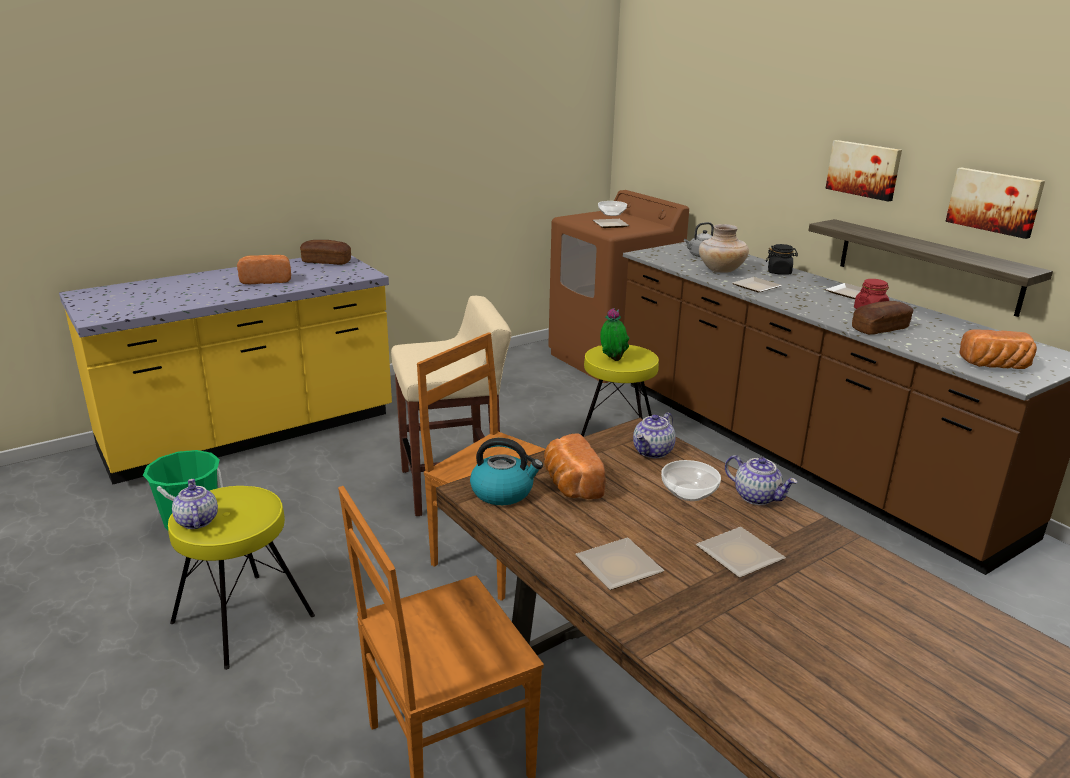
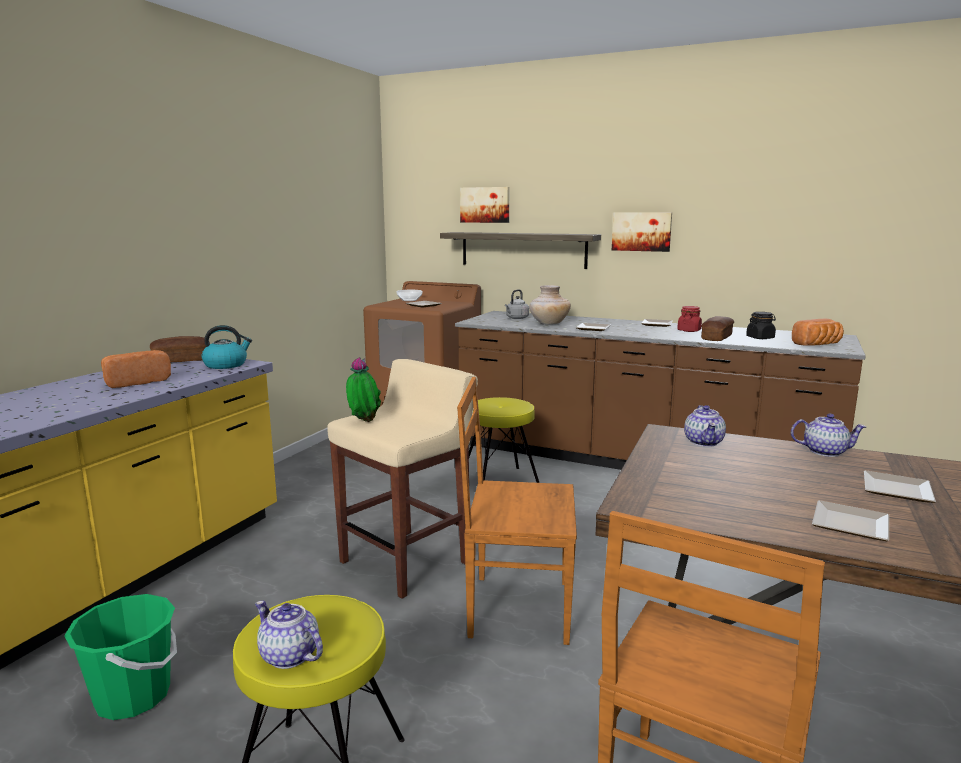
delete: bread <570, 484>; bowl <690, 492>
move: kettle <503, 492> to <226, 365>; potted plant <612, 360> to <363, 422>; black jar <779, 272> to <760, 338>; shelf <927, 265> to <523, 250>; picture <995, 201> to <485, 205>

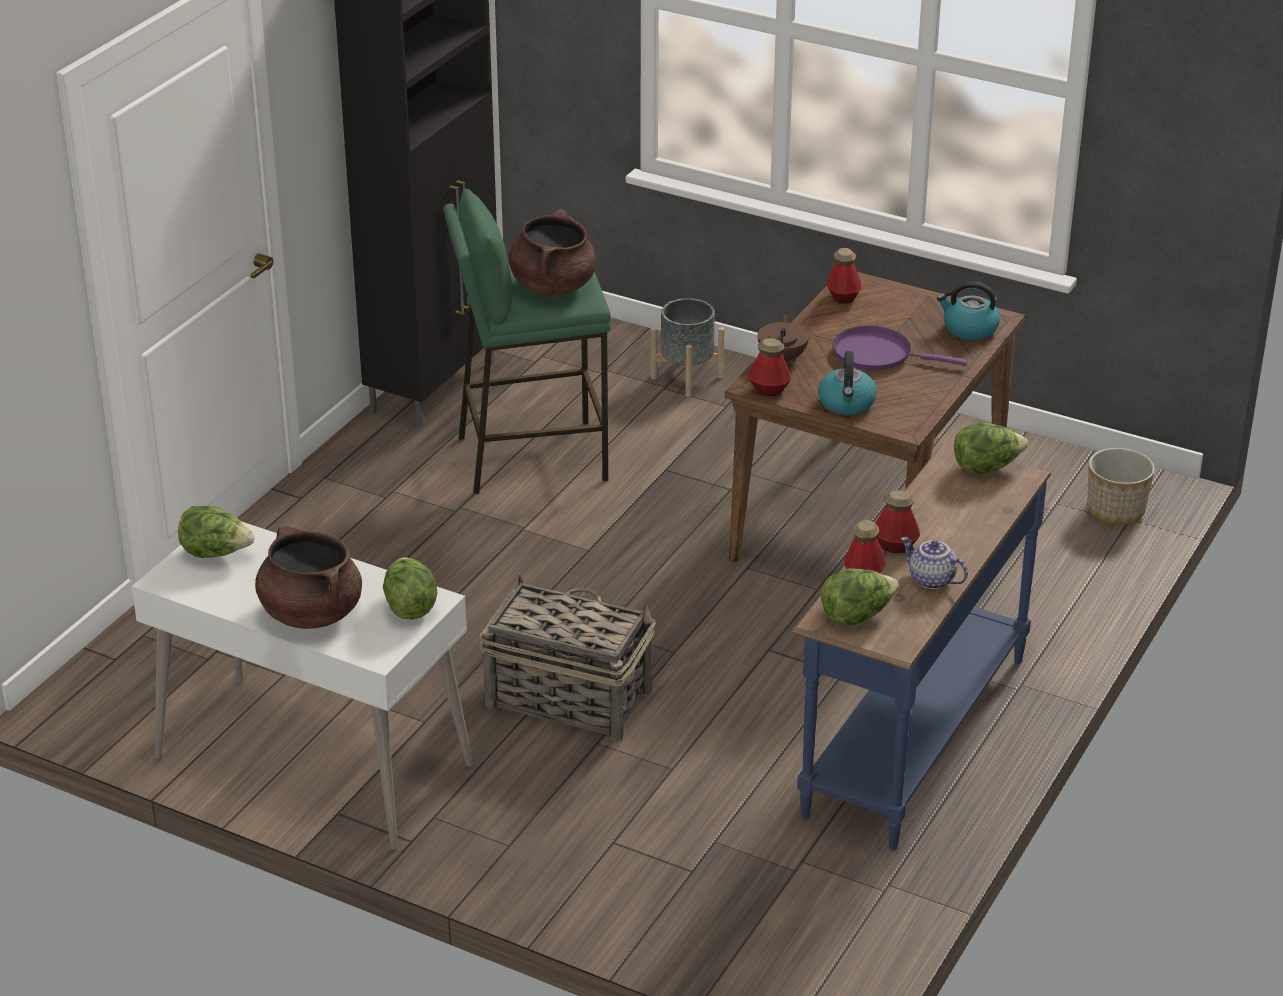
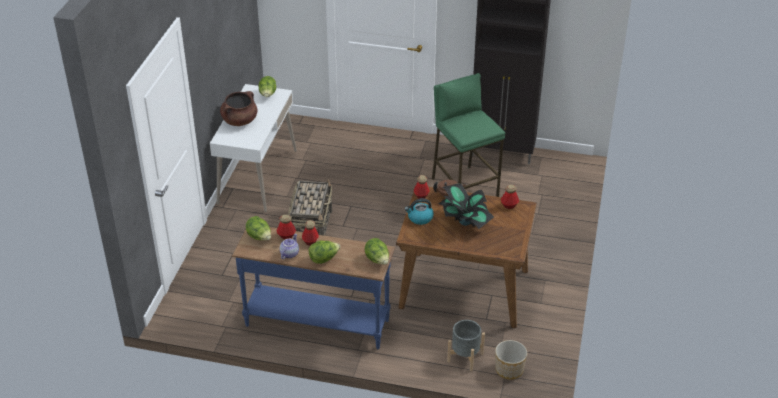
delete: brown cooking pot <553, 286>; kettle <969, 329>
move: lettuce <410, 606> to <324, 259>; grey planter <687, 377> to <465, 357>
replace: purple frying pan <877, 354> to potted plant <464, 221>

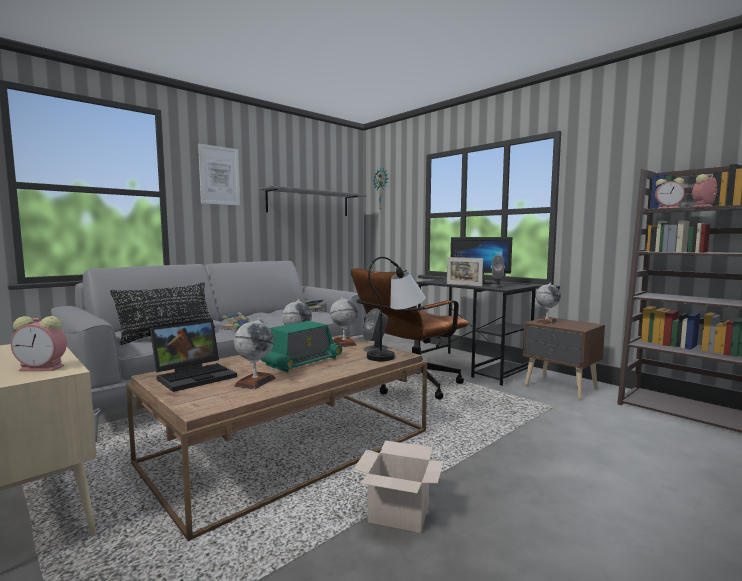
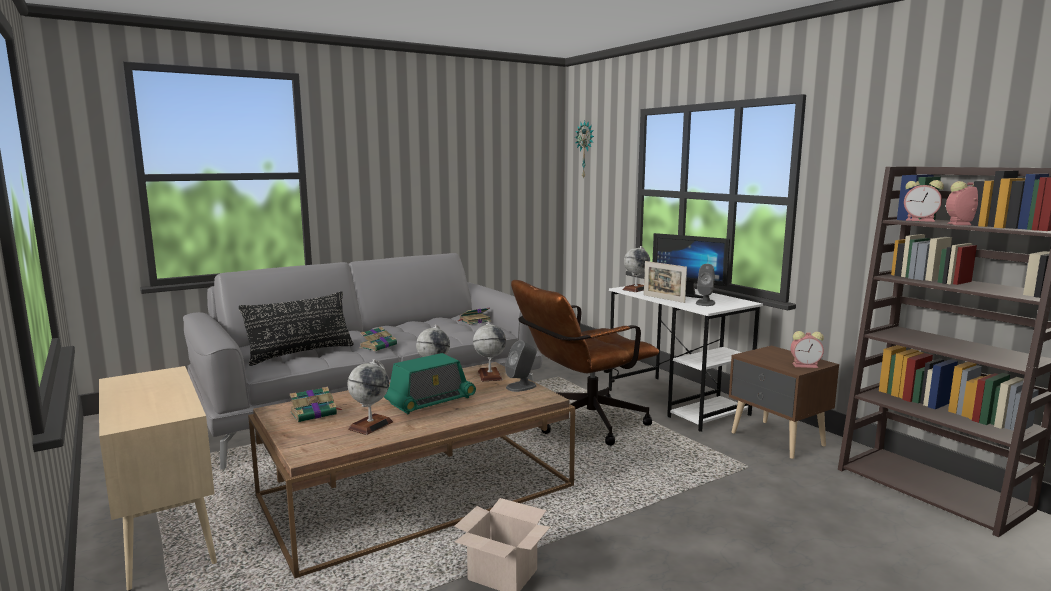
delete: picture <219, 175>; grey shelf <309, 203>; table lamp <397, 354>
move: alarm clock <43, 368> to <806, 365>; globe <546, 321> to <636, 289>
replace: laptop <196, 376> to book <315, 413>
recolor: black desk <473, 367> to white desk <677, 402>

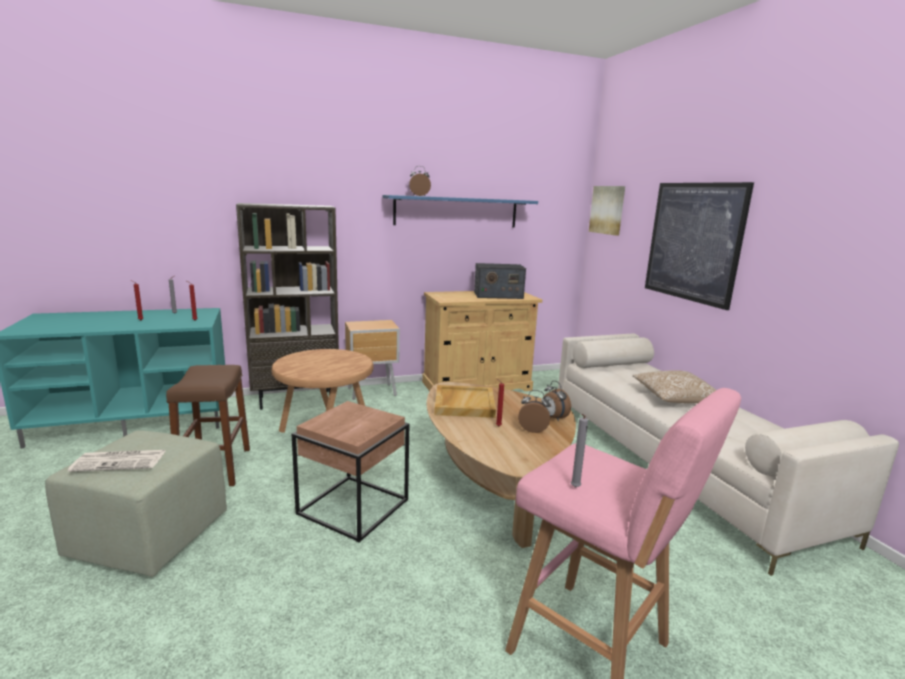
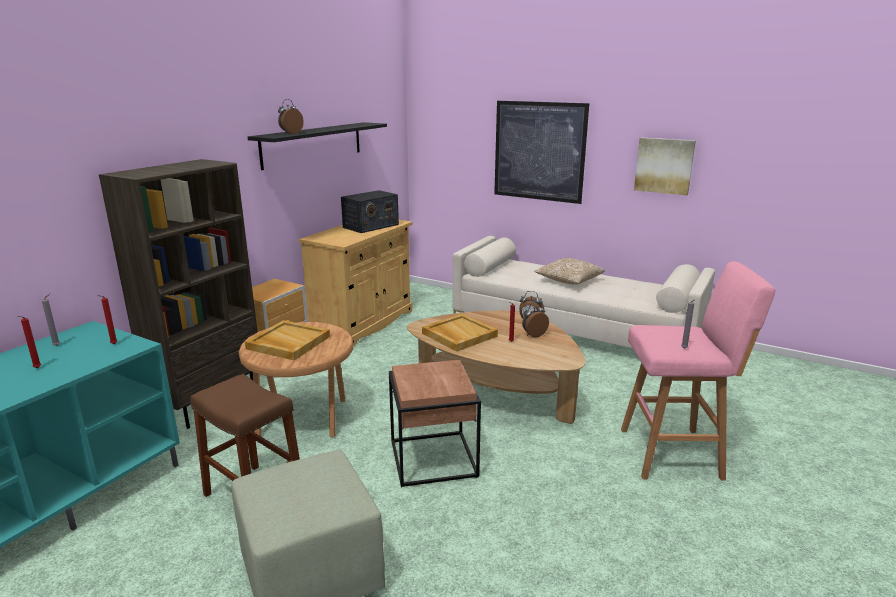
delete: newspaper <121, 461>
insert: beige tray <288, 343>
move: picture <607, 210> to <664, 165>
recolor: blue shelf <456, 212> to black shelf <313, 144>

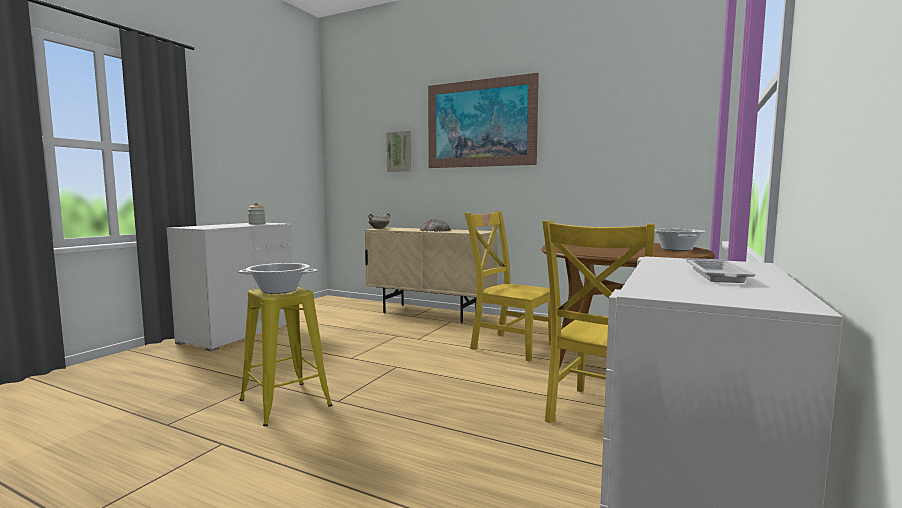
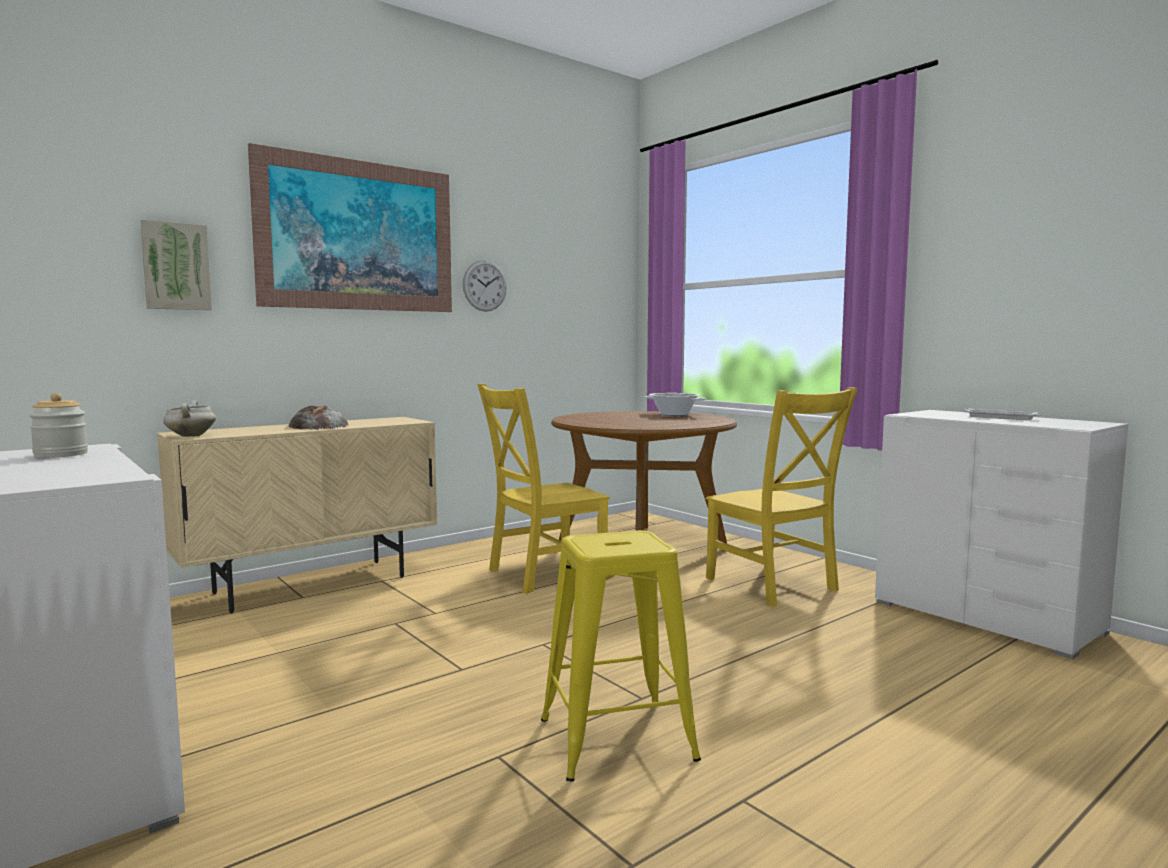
delete: cooking pot <279, 290>
insert: wall clock <485, 285>

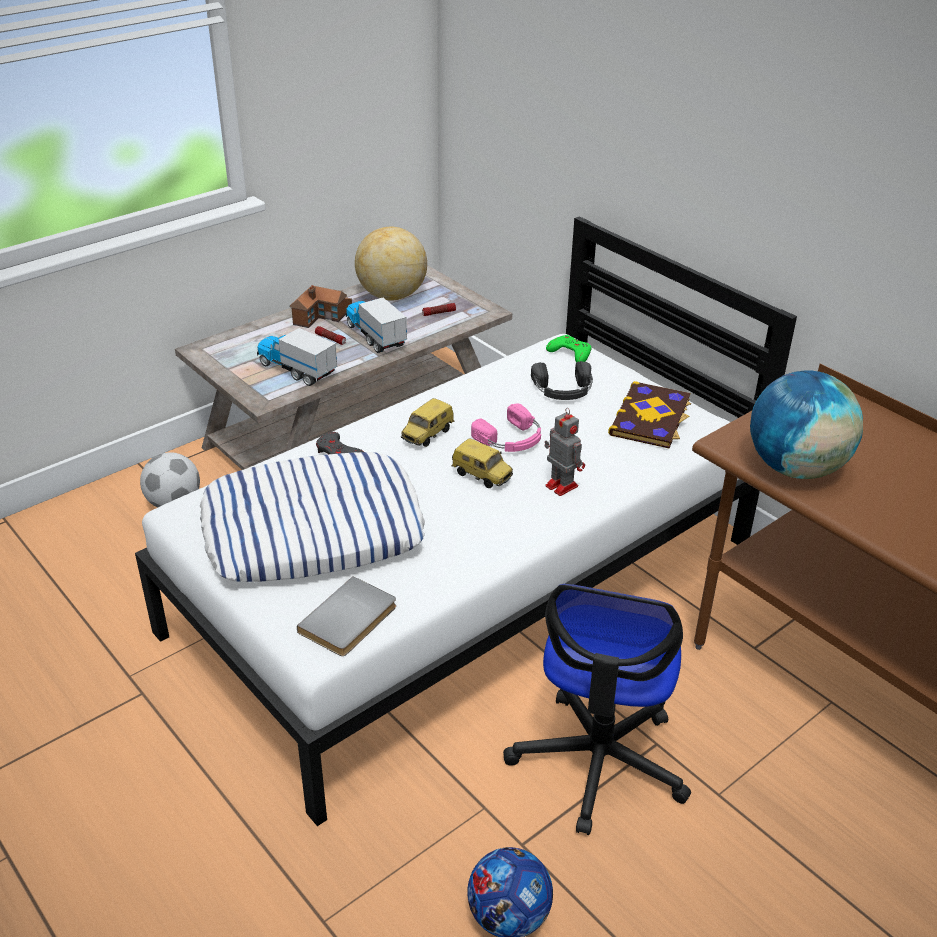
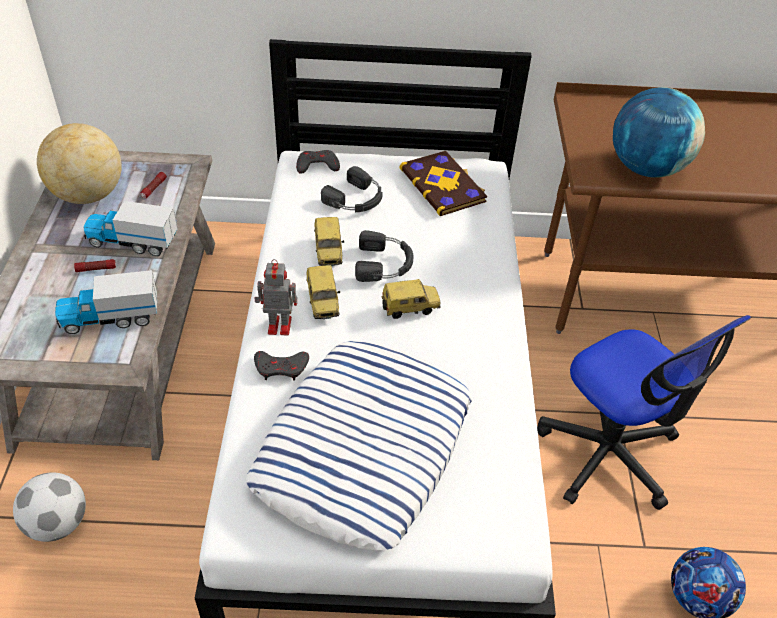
delete: toy house <322, 316>; grey book <350, 620>
insert: toy car <329, 252>
move: toy robot <560, 485> to <278, 325>
recolor: pink headphones <511, 439> to black headphones <384, 263>; green game controller <570, 353> to grey game controller <317, 165>

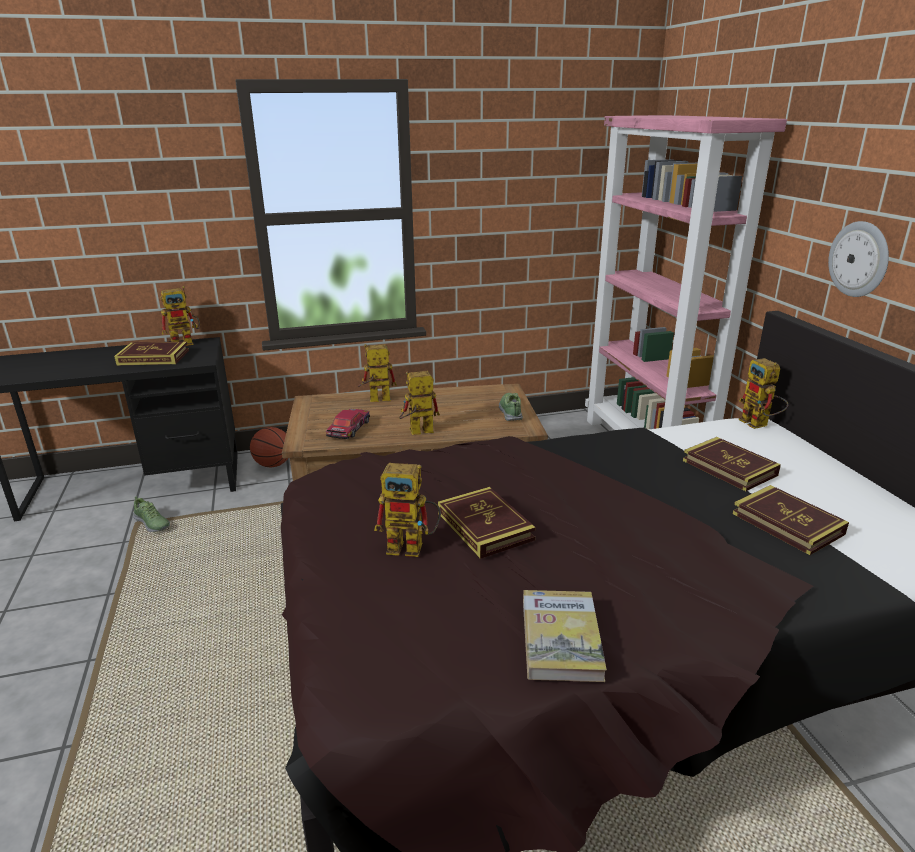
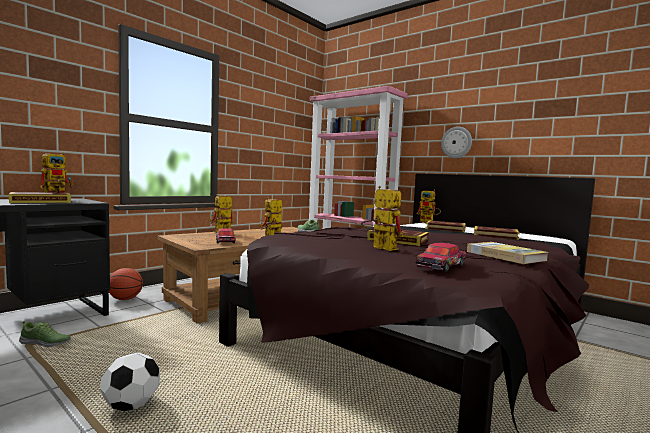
insert: football <131, 406>; toy car <441, 265>
rotate: toy robot <413, 547> = <379, 247> 105 degrees counterclockwise

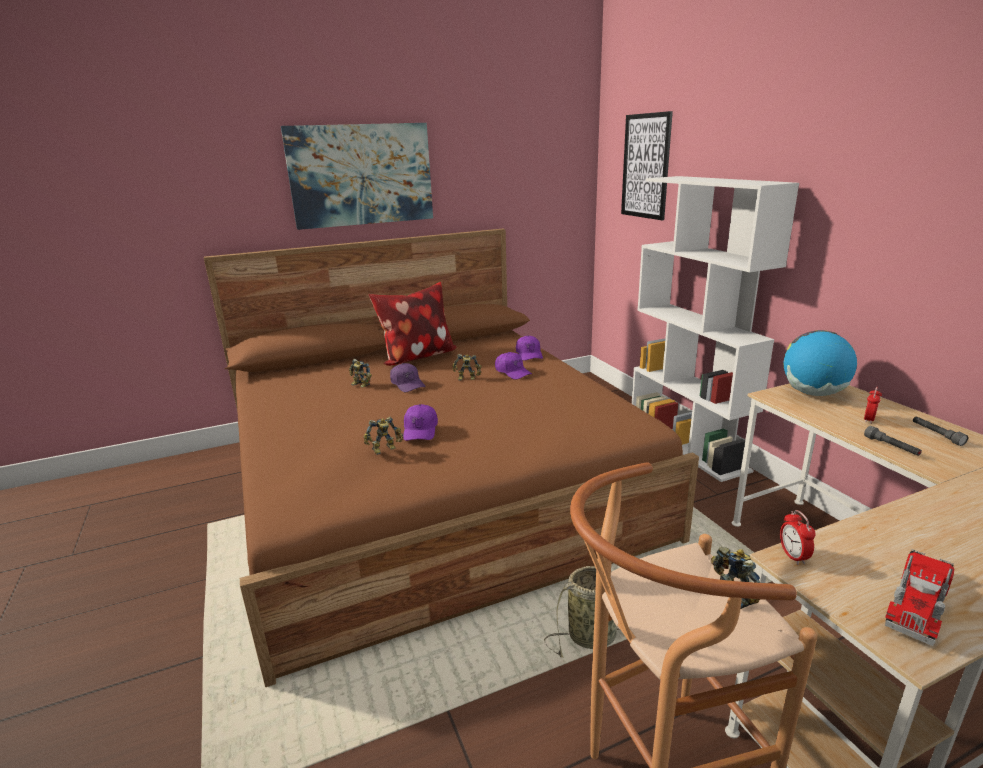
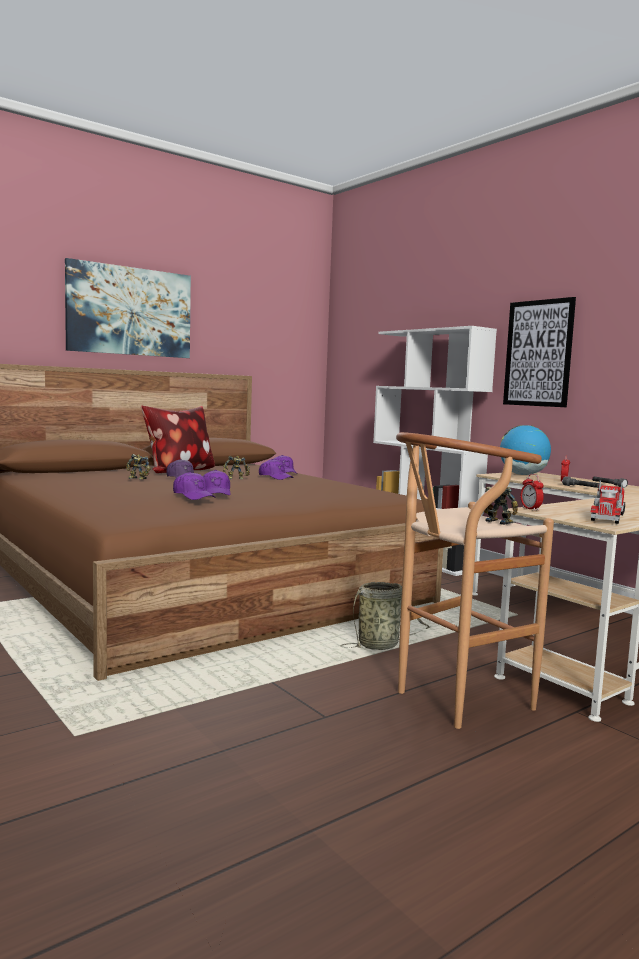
move: picture <646, 166> to <538, 353>
replace: toy robot <385, 449> to purple cap <193, 496>

